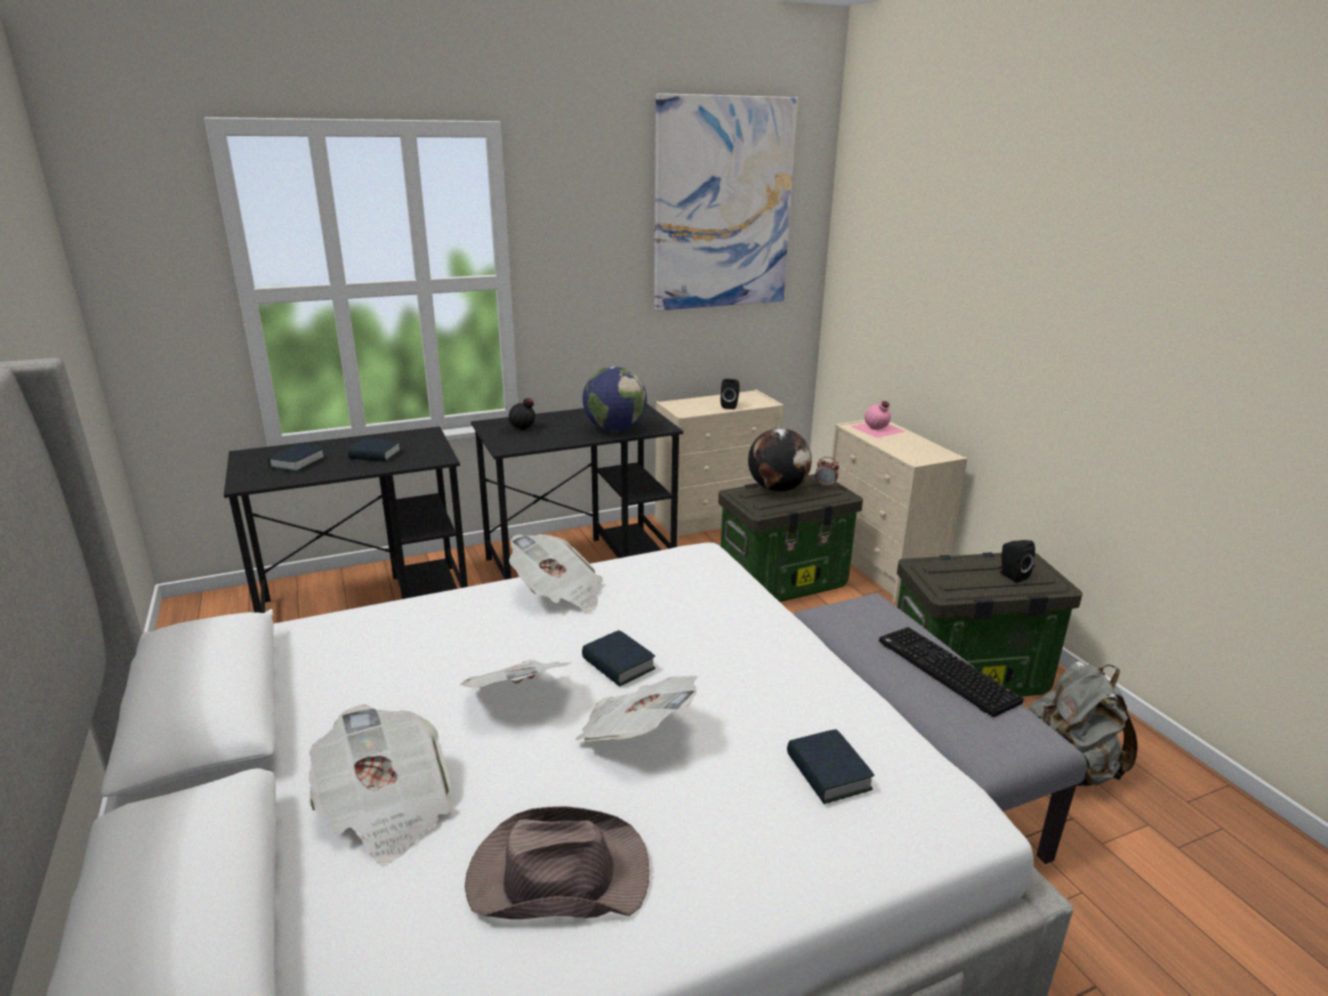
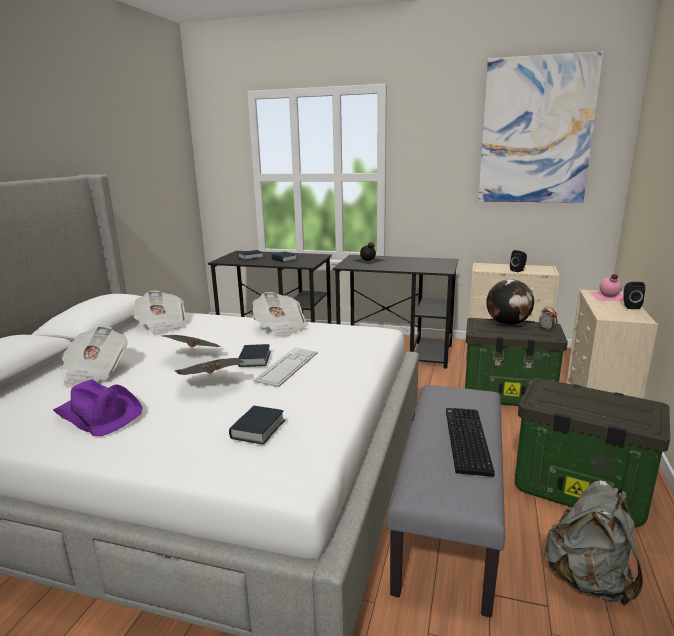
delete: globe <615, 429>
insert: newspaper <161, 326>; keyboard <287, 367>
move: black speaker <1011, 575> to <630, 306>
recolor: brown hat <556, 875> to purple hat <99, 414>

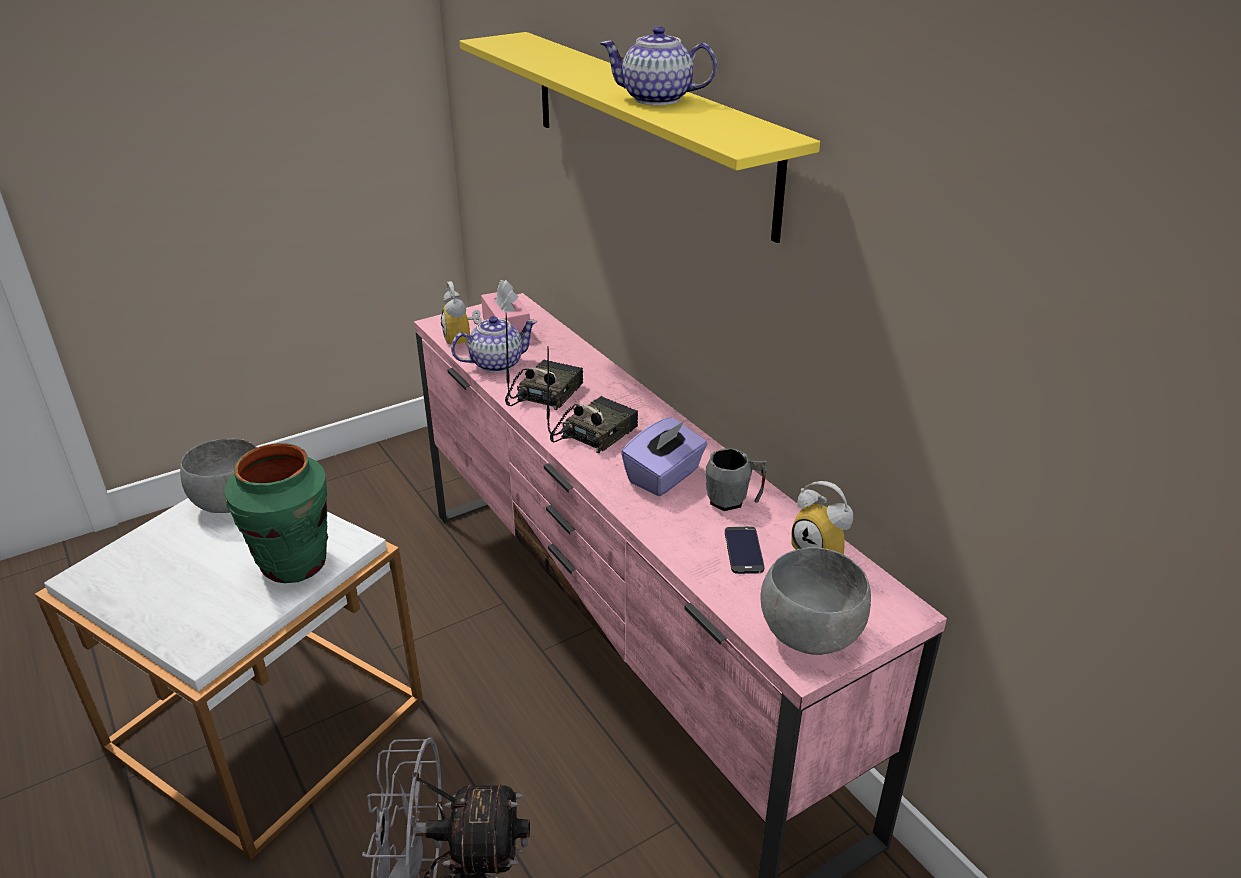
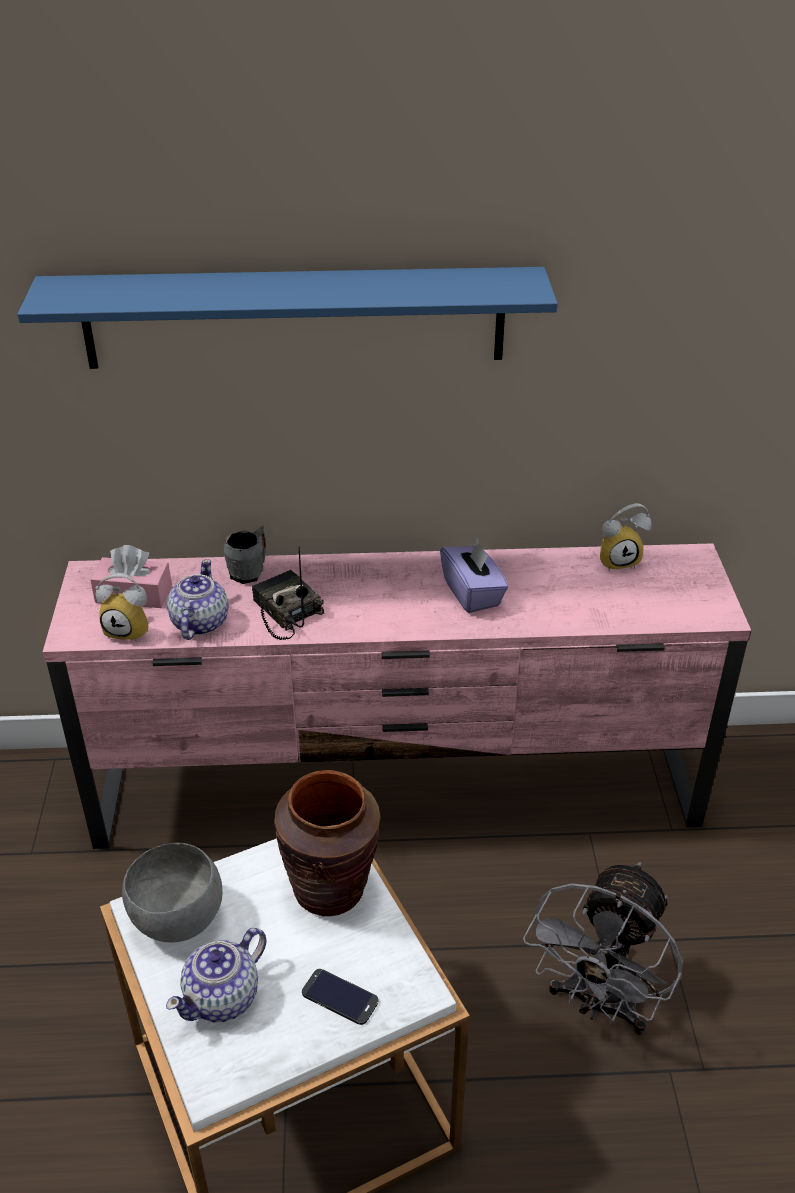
delete: radio <593, 432>; grey bowl <810, 633>
move: teapot <657, 99> to <223, 997>; grey mug <733, 500> to <250, 571>; phone <743, 550> to <340, 997>
recolor: green vase <294, 564> to brown vase <330, 889>; yellow shelf <646, 127> to blue shelf <294, 318>

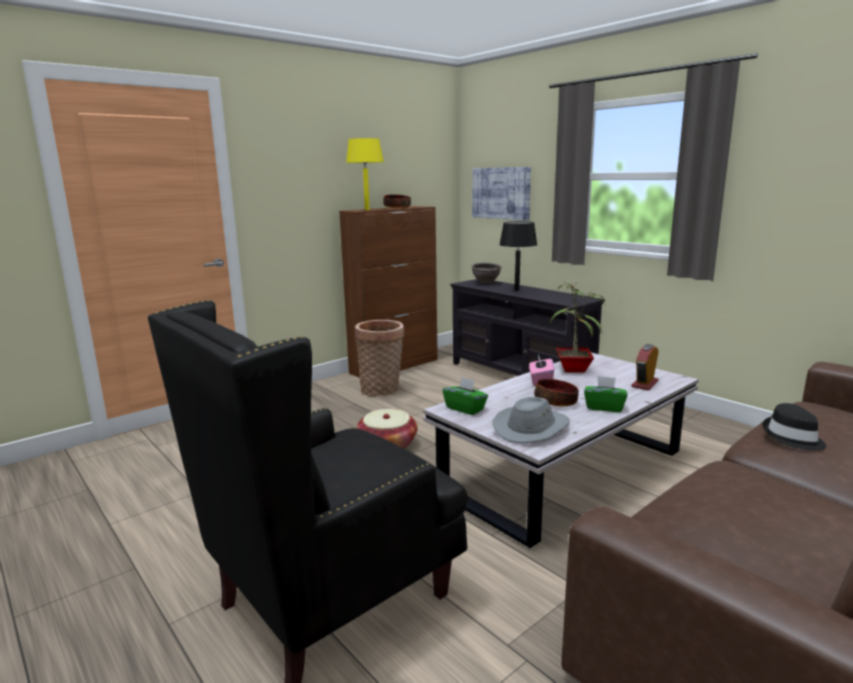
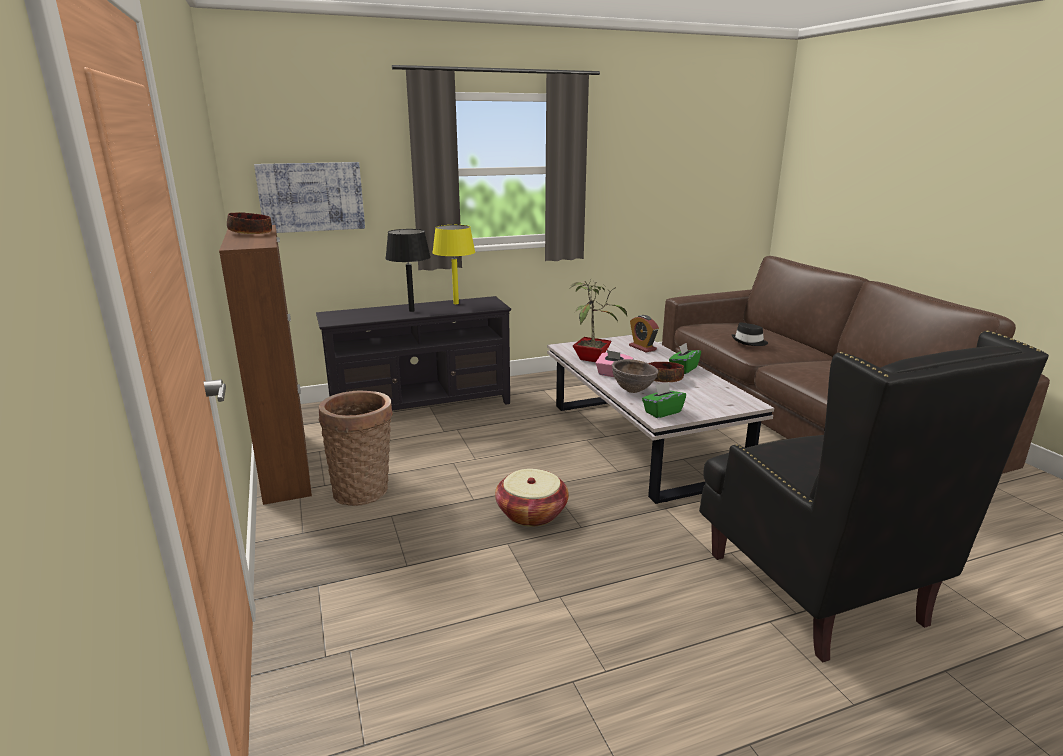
delete: grey hat <531, 428>
move: yellow table lamp <367, 209> to <456, 303>; brown bowl <486, 283> to <633, 391>

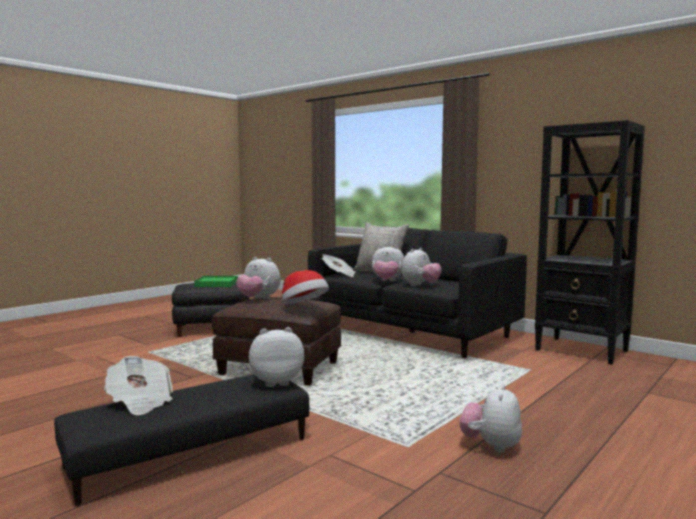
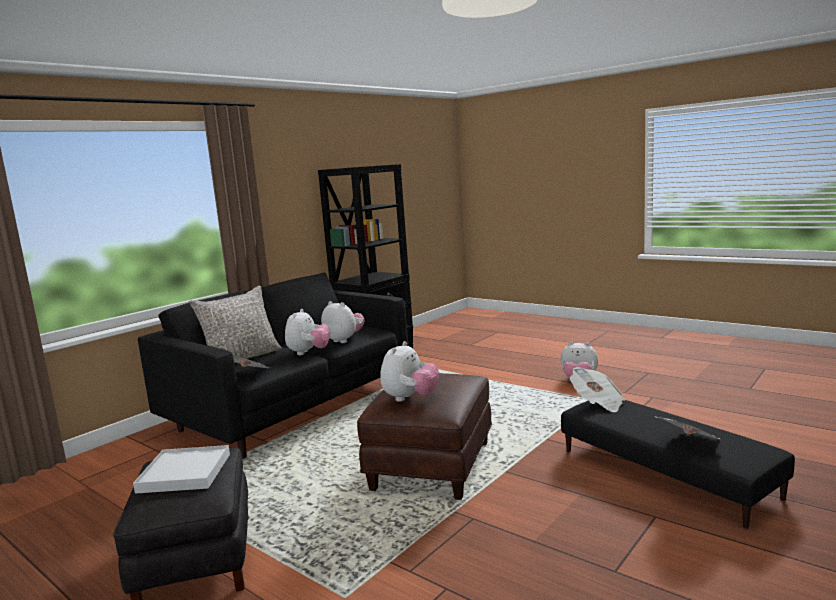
delete: hat <304, 306>
replace: plush toy <276, 382> to newspaper <597, 403>
recolor: green tray <216, 283> to white tray <185, 473>

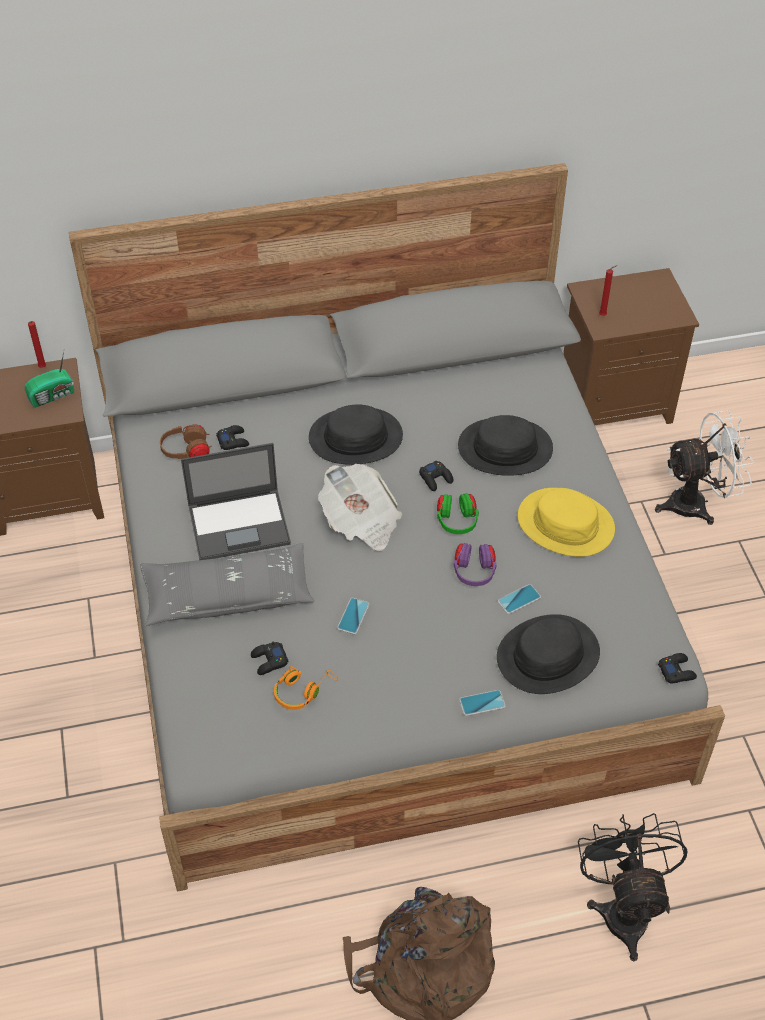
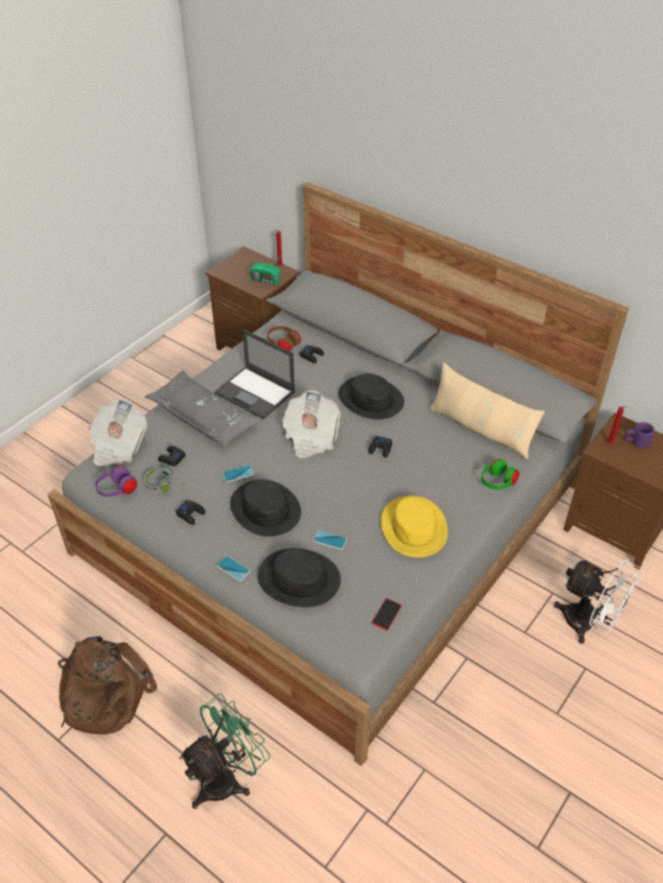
insert: newspaper <118, 446>; phone <386, 614>; beige pillow <481, 429>; purple mug <636, 441>
move: green headphones <456, 522> to <498, 483>; purple headphones <474, 573> to <117, 490>; black hat <505, 448> to <265, 509>; black game controller <677, 671> to <191, 514>
recolor: orange headphones <302, 691> to grey headphones <165, 484>; black fan <623, 908> to green fan <227, 777>

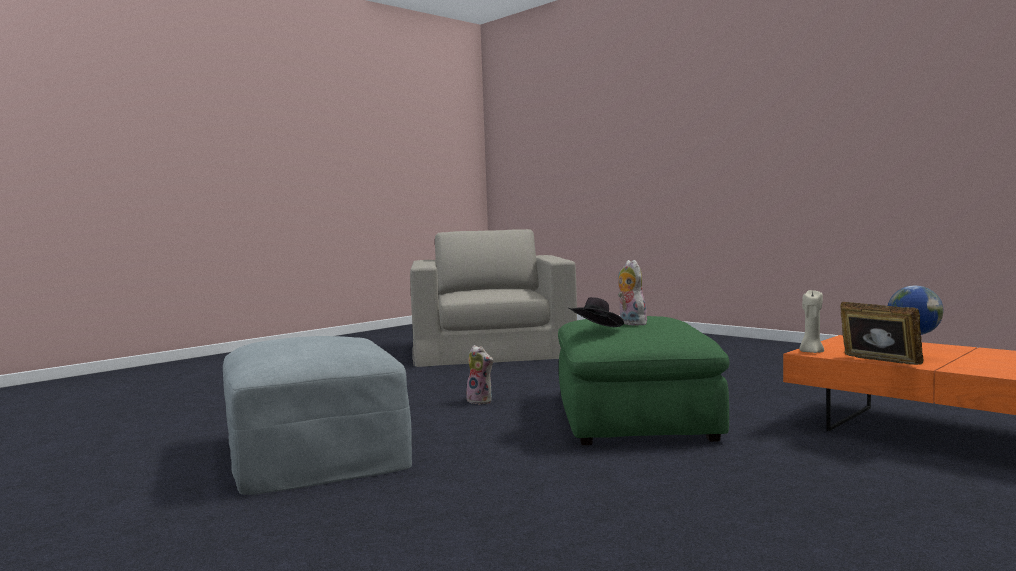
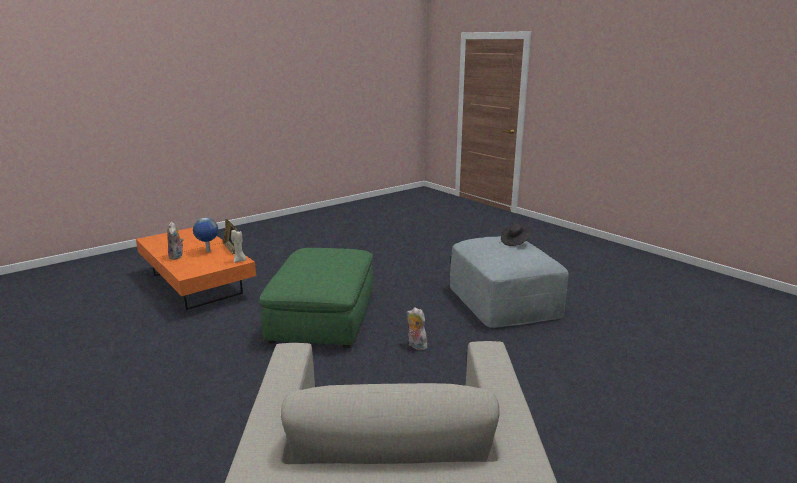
move: black hat <596, 330> to <515, 242>; plush toy <630, 323> to <177, 256>

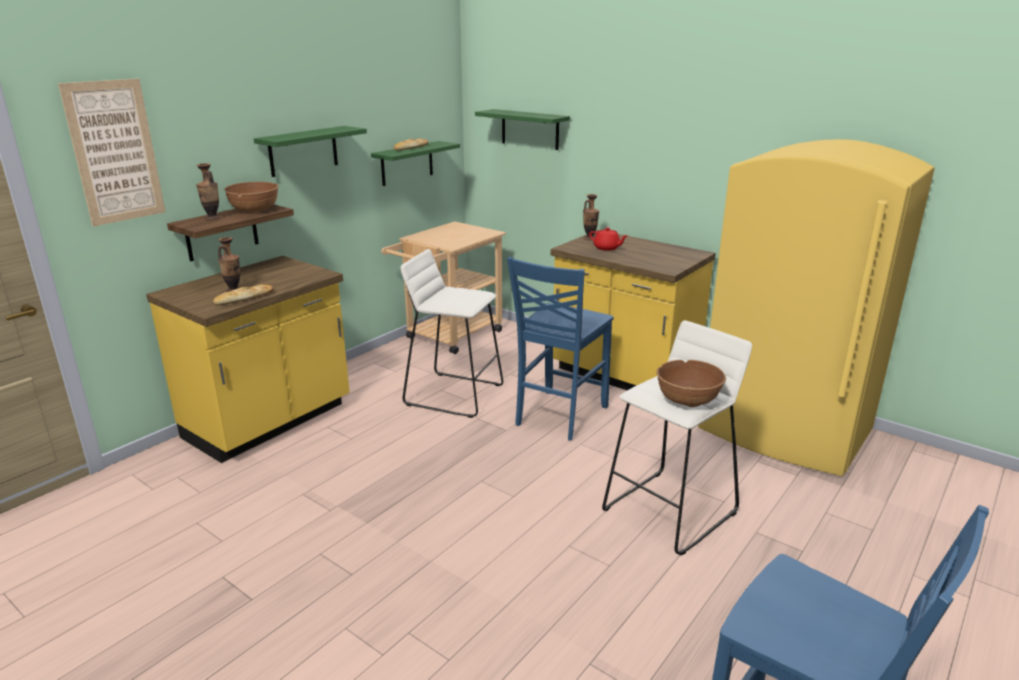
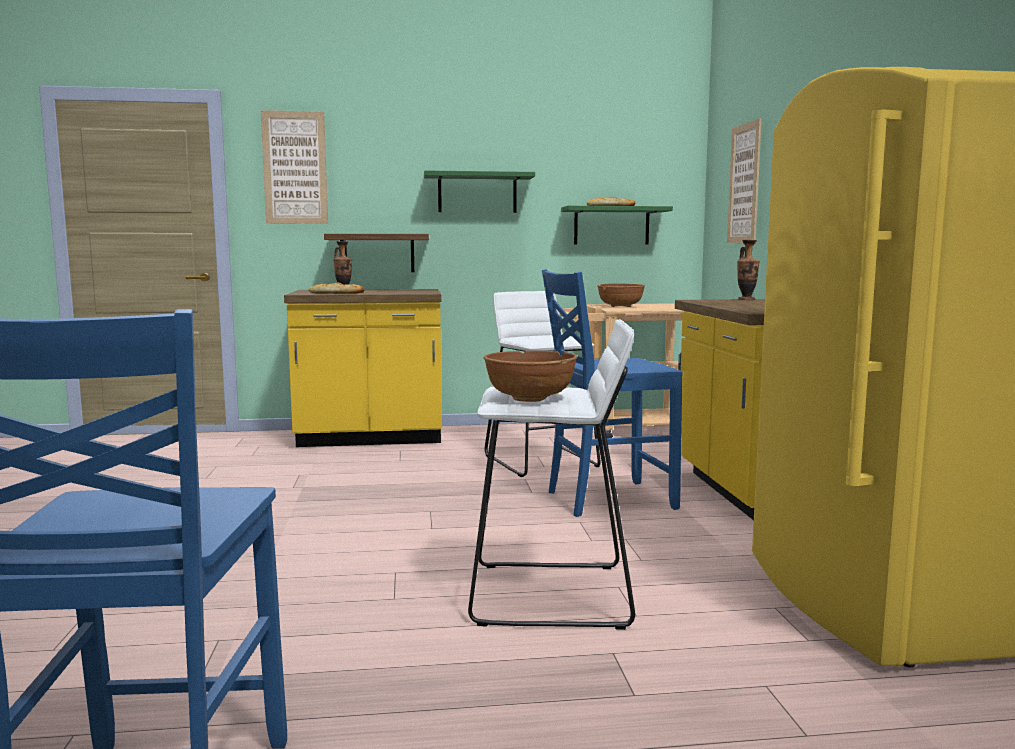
delete: vase <212, 218>; red teapot <607, 248>
move: brown bowl <255, 210> to <620, 306>
replace: green shelf <530, 129> to picture <744, 184>

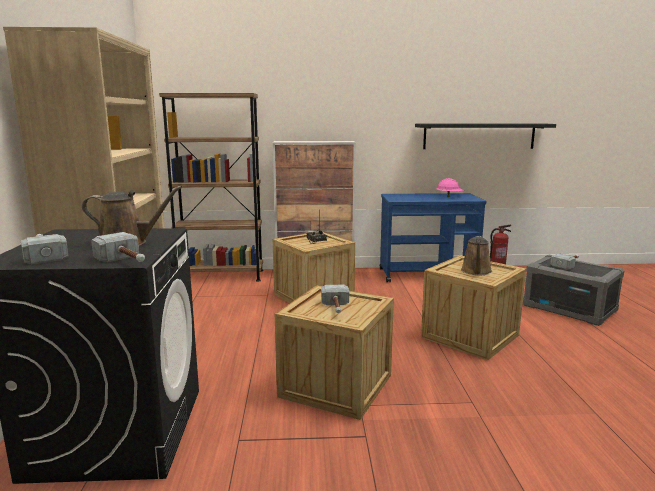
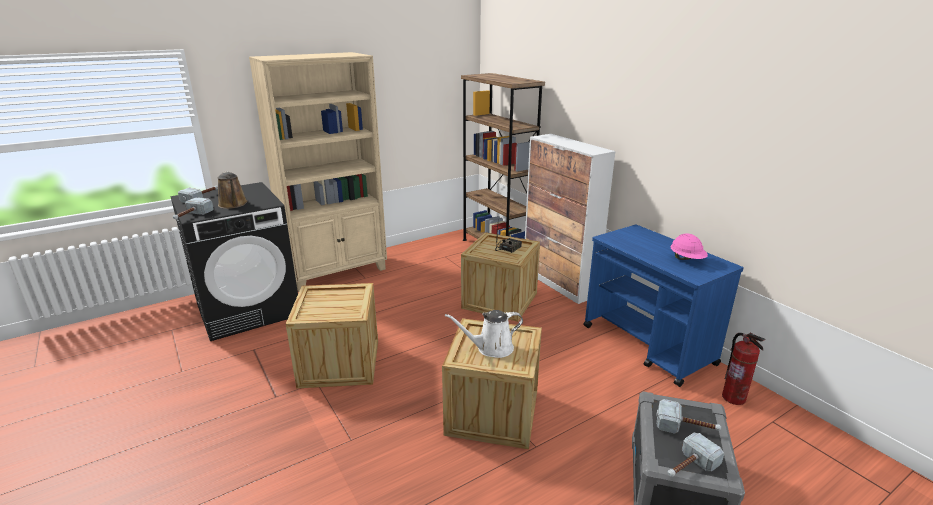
delete: black shelf <479, 136>
move: hammer <336, 308> to <688, 467>
recolor: brown watering can <476, 271> to white watering can <491, 348>

